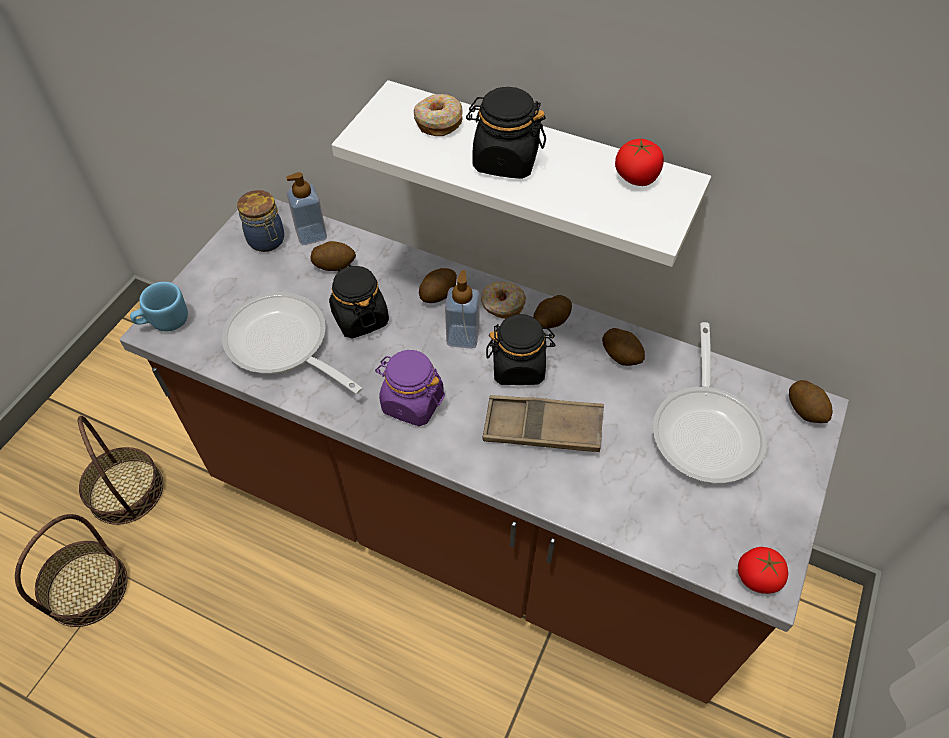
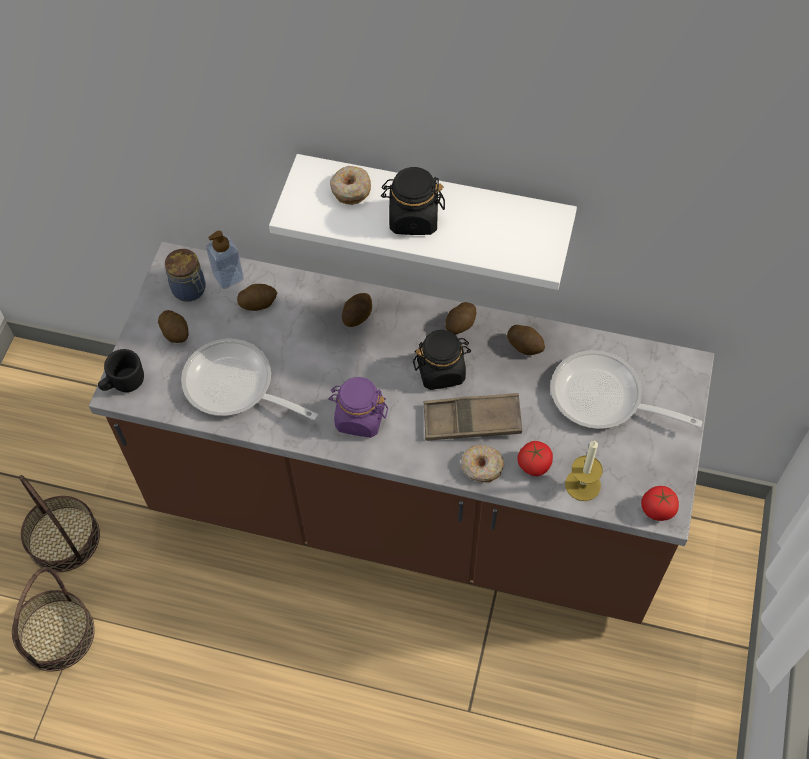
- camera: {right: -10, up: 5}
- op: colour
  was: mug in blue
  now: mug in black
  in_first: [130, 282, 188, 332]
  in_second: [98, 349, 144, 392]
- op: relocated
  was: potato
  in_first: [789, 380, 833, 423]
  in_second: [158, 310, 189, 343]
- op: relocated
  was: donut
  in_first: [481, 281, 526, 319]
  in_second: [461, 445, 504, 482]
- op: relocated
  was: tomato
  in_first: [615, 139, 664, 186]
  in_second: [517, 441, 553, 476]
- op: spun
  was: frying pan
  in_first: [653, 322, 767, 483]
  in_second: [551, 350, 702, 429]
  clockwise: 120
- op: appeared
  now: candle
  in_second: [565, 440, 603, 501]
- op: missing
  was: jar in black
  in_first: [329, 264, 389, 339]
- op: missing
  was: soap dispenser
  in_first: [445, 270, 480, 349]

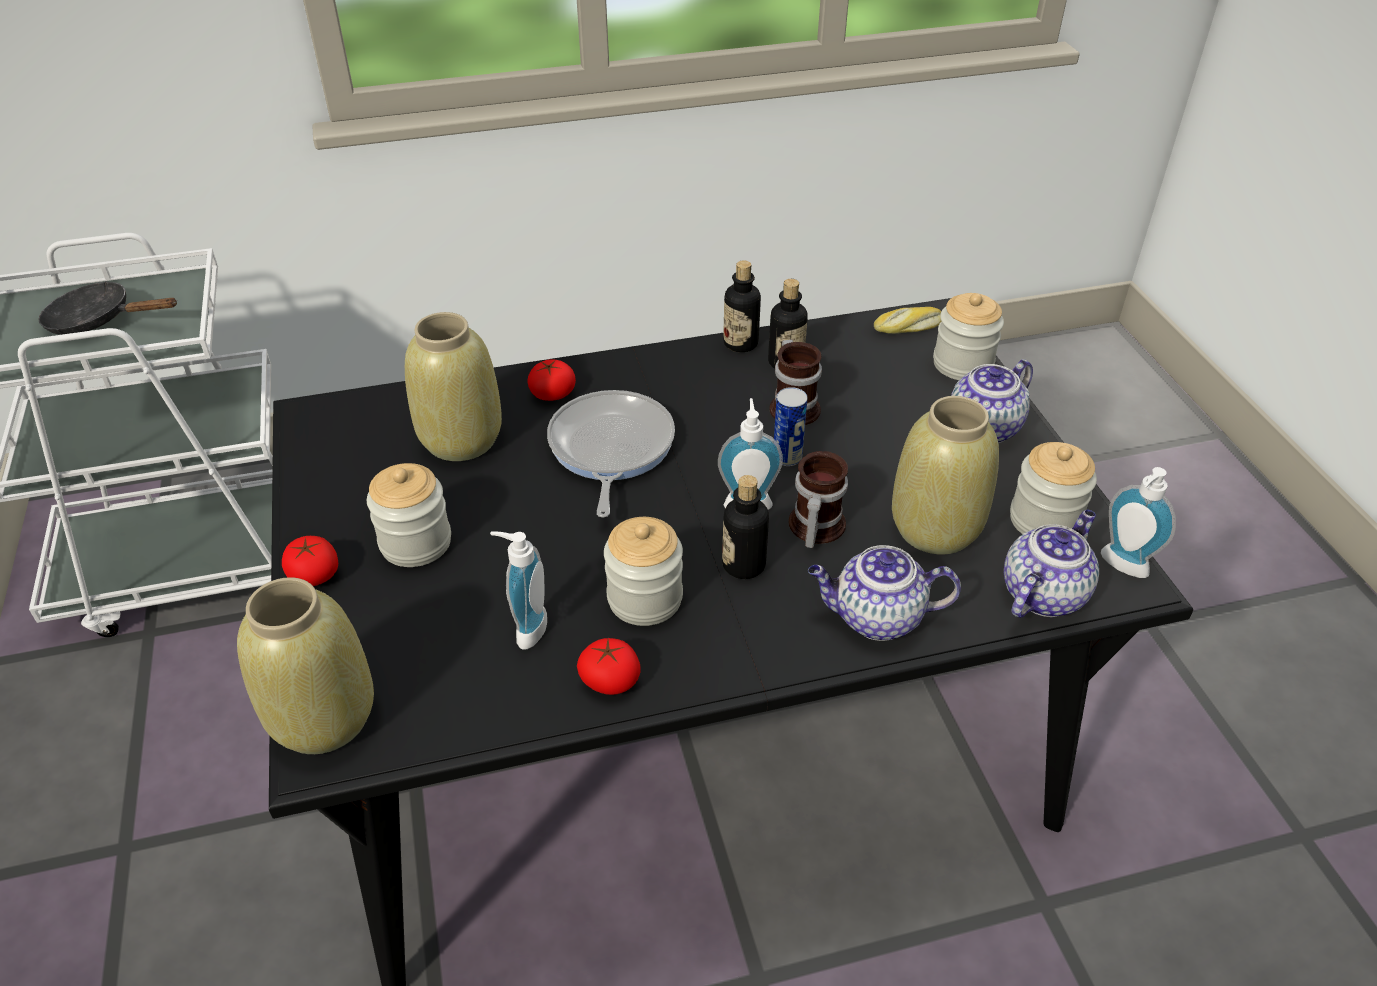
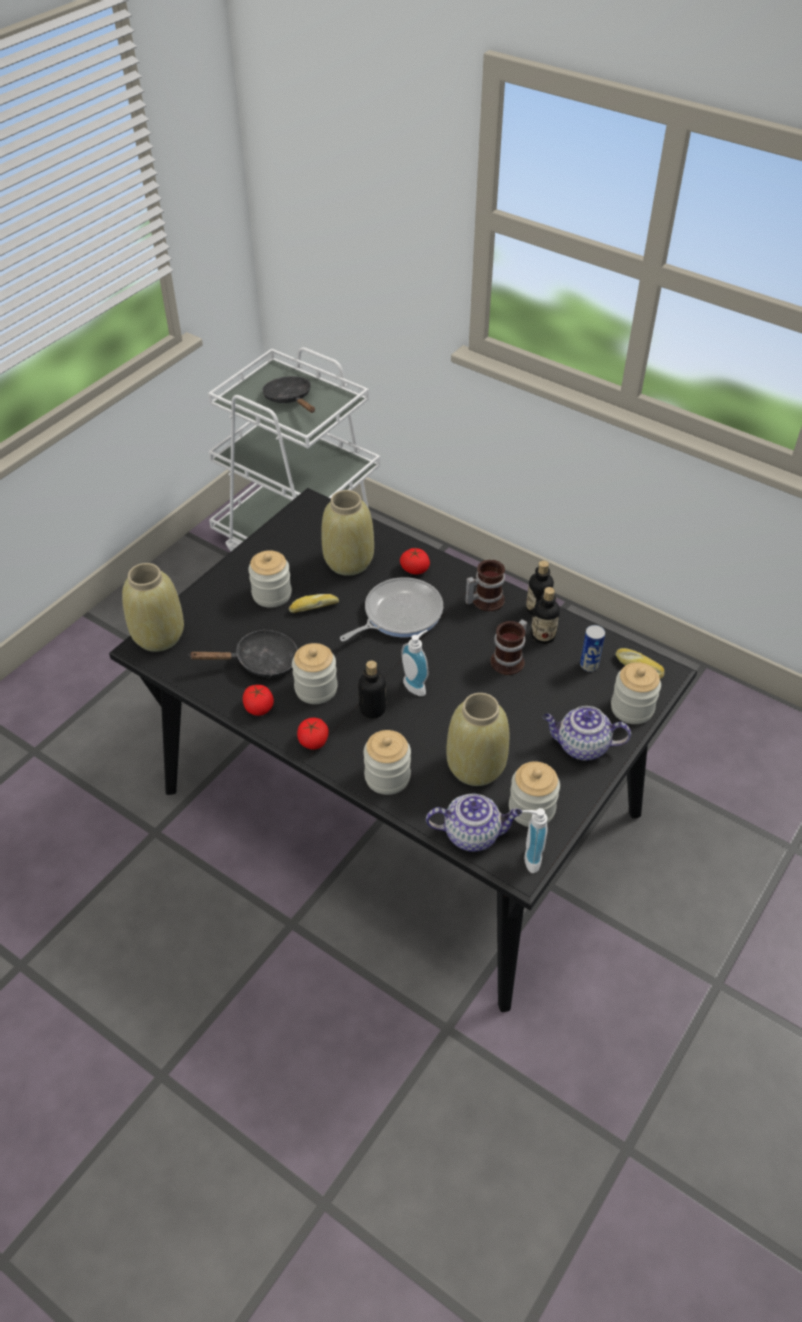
- camera: {right: 50, up: 5}
- op: exchanged
  was: soap dispenser
  now: frying pan in black
  in_first: [490, 531, 547, 650]
  in_second: [188, 629, 298, 677]
- op: appeared
  now: bread
  in_second: [289, 594, 339, 613]
- op: relocated
  was: tomato
  in_first: [282, 536, 338, 586]
  in_second: [297, 718, 329, 750]
- op: exchanged
  was: teapot
  now: jar
  in_first: [808, 545, 961, 641]
  in_second: [363, 730, 411, 795]
- op: relocated
  was: mug
  in_first: [788, 451, 848, 548]
  in_second: [466, 560, 505, 611]
- op: relocated
  was: can
  in_first: [774, 387, 808, 466]
  in_second: [580, 625, 605, 672]

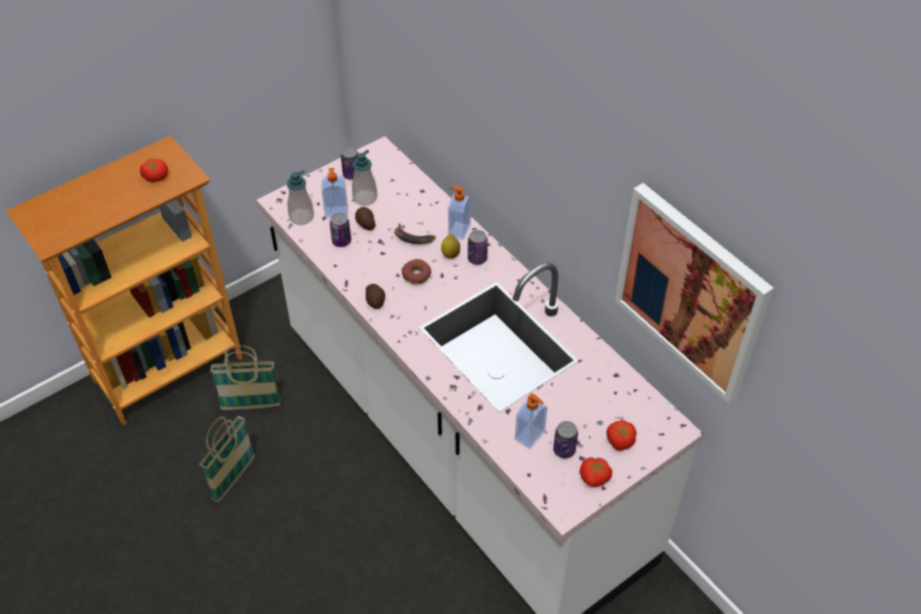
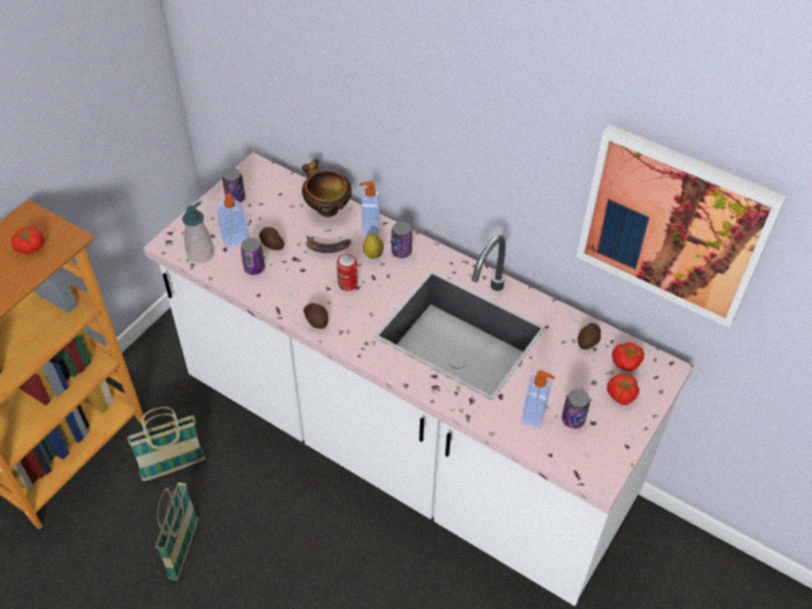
- camera: {right: -20, up: 0}
- op: appeared
  now: bowl
  in_second: [302, 160, 352, 217]
- op: exchanged
  was: donut
  now: can
  in_first: [402, 259, 431, 284]
  in_second: [337, 254, 358, 291]
- op: appeared
  now: potato
  in_second: [578, 323, 601, 350]
- op: relocated
  was: tomato
  in_first: [580, 457, 612, 487]
  in_second: [612, 342, 644, 371]
- op: missing
  was: soap dispenser
  in_first: [352, 150, 377, 206]

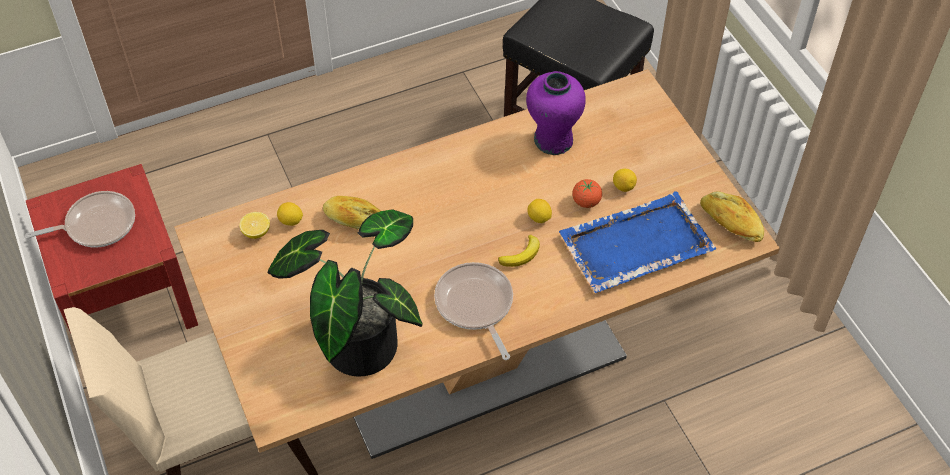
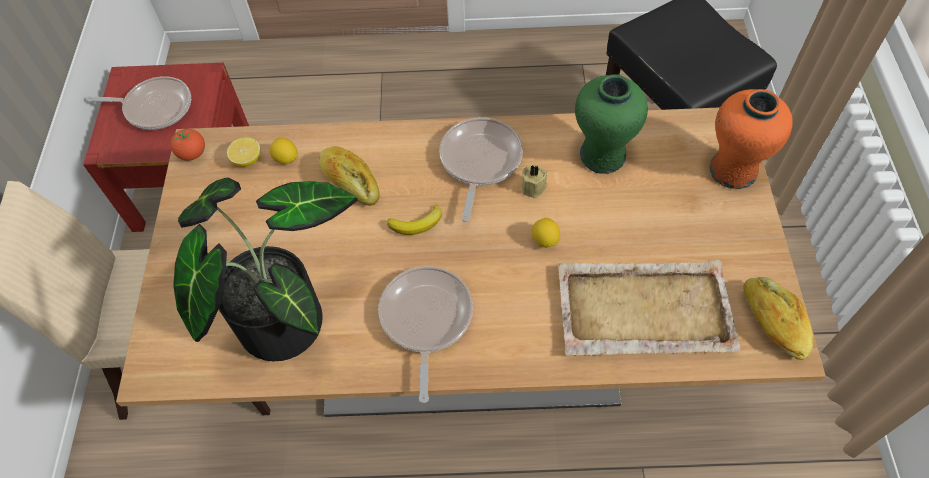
- camera: {right: 25, up: 5}
- op: relocated
  was: tomato
  in_first: [572, 179, 602, 208]
  in_second: [170, 129, 205, 161]
- op: relocated
  was: banana
  in_first: [498, 235, 540, 267]
  in_second: [387, 205, 442, 235]
- op: appeared
  now: frying pan
  in_second: [439, 117, 523, 222]
- op: appeared
  now: candle in beige
  in_second: [522, 165, 548, 198]
- op: colour
  was: tray in blue
  now: tray in beige
  in_first: [559, 191, 716, 293]
  in_second: [558, 260, 741, 356]
- op: colour
  was: vase in purple
  now: vase in green
  in_first: [526, 71, 586, 155]
  in_second: [575, 74, 648, 174]
- op: appeared
  now: vase in orange
  in_second: [710, 89, 793, 189]
- op: missing
  was: lemon
  in_first: [613, 169, 637, 192]

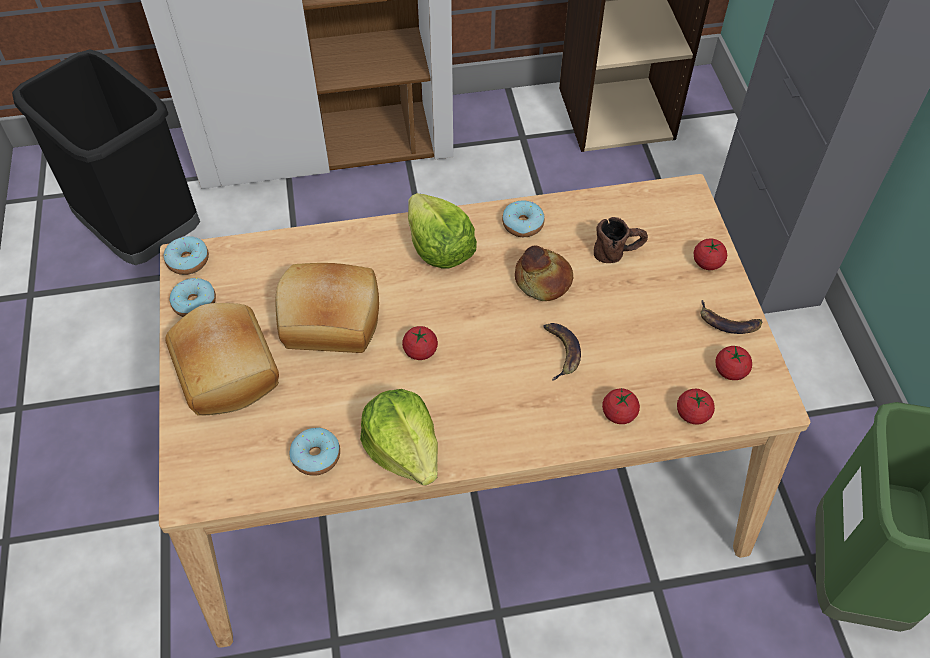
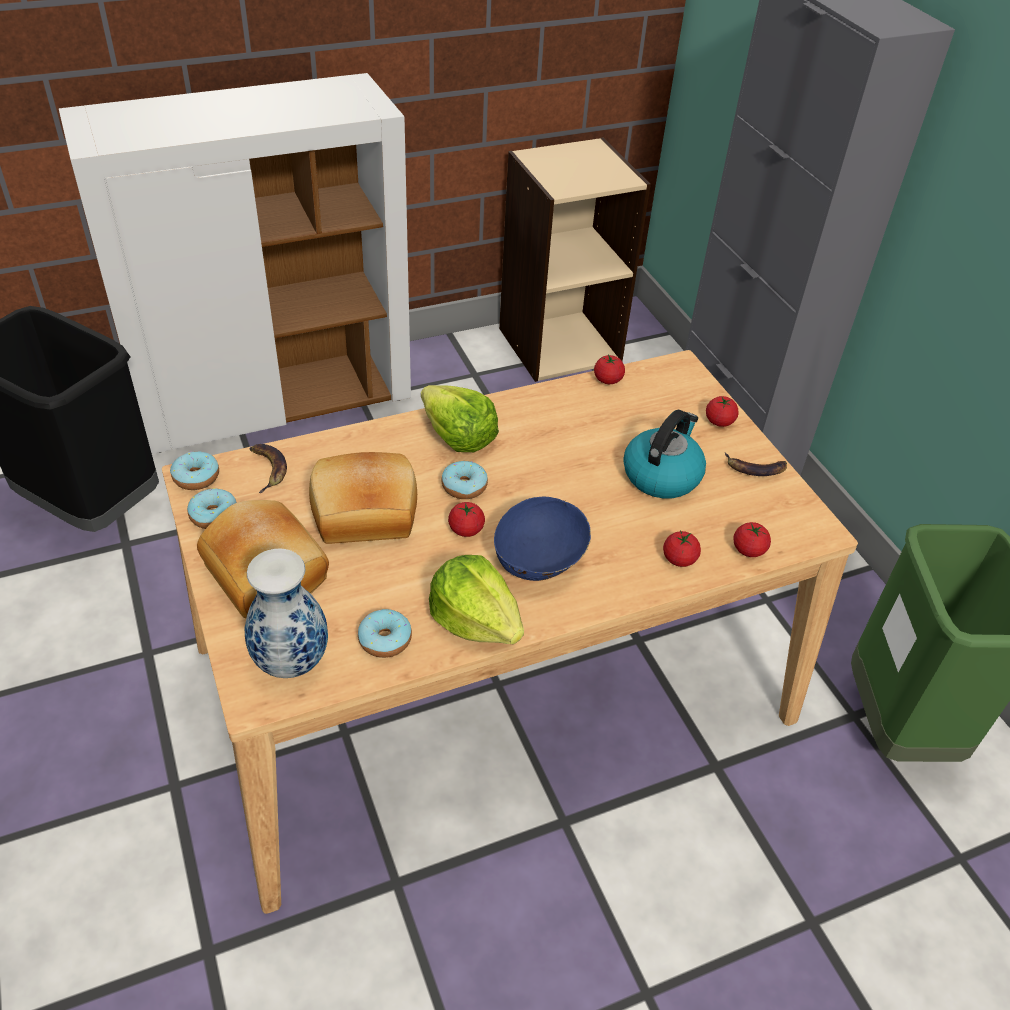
- camera: {right: -15, up: -10}
- op: appeared
  now: vase
  in_second: [245, 549, 328, 678]
- op: relocated
  was: banana
  in_first: [544, 323, 581, 380]
  in_second: [250, 444, 287, 493]
- op: relocated
  was: donut
  in_first: [502, 201, 545, 237]
  in_second: [442, 461, 488, 499]
- op: appeared
  now: bowl in blue
  in_second: [494, 497, 591, 581]
- op: relocated
  was: tomato
  in_first: [716, 346, 752, 380]
  in_second: [594, 354, 625, 384]
- op: appeared
  now: kettle
  in_second: [623, 410, 706, 498]
- op: missing
  was: bread
  in_first: [515, 246, 573, 301]
- op: missing
  was: mug in brown
  in_first: [594, 217, 648, 263]

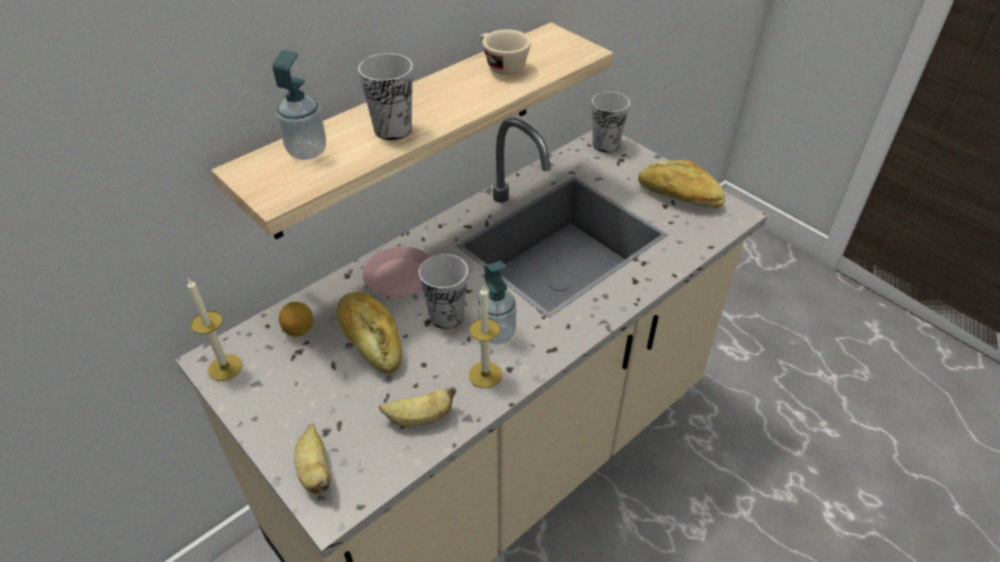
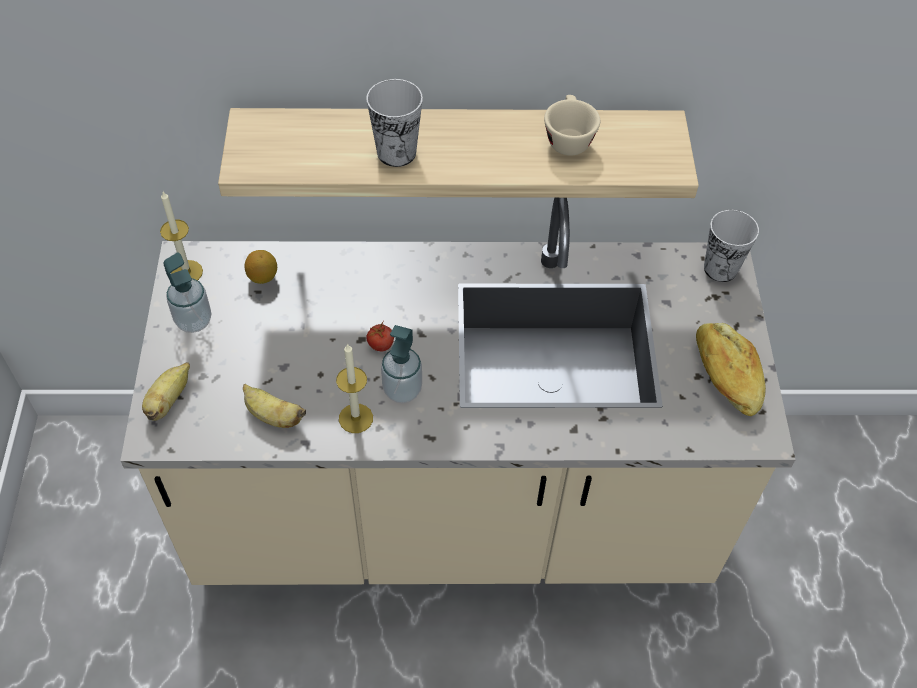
- camera: {right: 40, up: 10}
- op: relocated
  was: soap dispenser
  in_first: [273, 50, 326, 160]
  in_second: [163, 253, 211, 333]
- op: exchanged
  was: cup
  now: tomato
  in_first: [419, 254, 468, 329]
  in_second: [366, 320, 394, 351]
- op: missing
  was: bread
  in_first: [336, 292, 402, 373]
- op: missing
  was: plate in pink
  in_first: [363, 246, 430, 297]

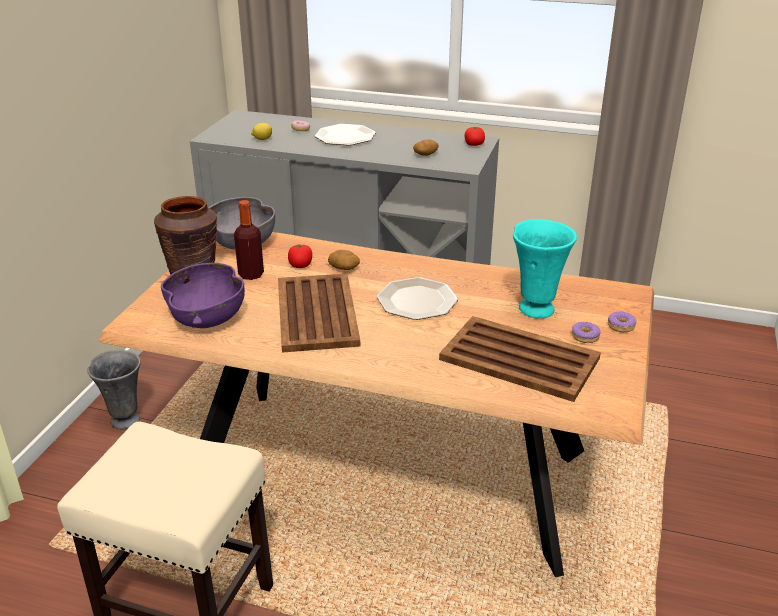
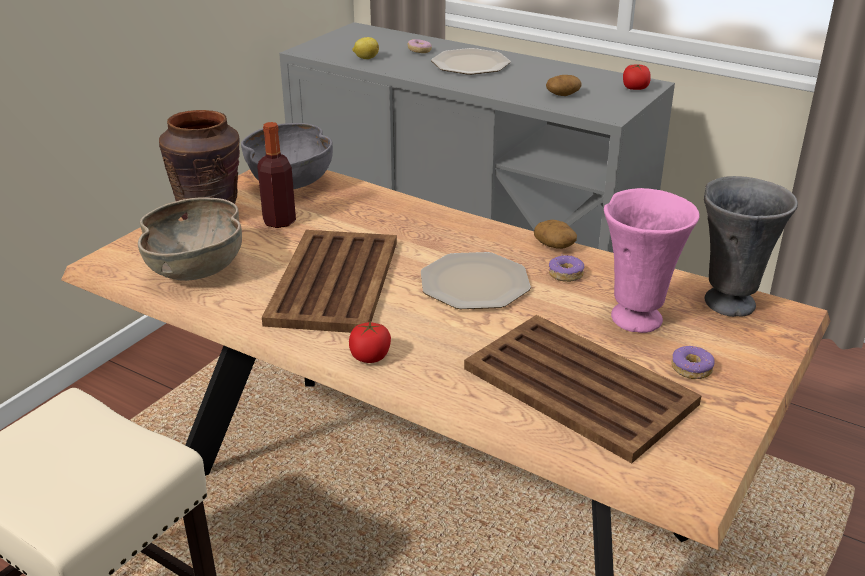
- camera: {right: 15, up: 0}
- op: colour
  was: bowl in purple
  now: bowl in brown
  in_first: [161, 263, 245, 328]
  in_second: [138, 197, 242, 281]
- op: relocated
  was: tomato
  in_first: [288, 244, 312, 268]
  in_second: [349, 321, 391, 363]
- op: relocated
  was: potato
  in_first: [328, 250, 360, 270]
  in_second: [534, 220, 577, 249]
- op: relocated
  was: donut
  in_first: [608, 311, 637, 332]
  in_second: [549, 254, 585, 282]
- op: colour
  was: vase in turquoise
  now: vase in pink
  in_first: [513, 219, 577, 319]
  in_second: [604, 188, 699, 333]
- op: relocated
  was: vase in grey
  in_first: [87, 350, 141, 430]
  in_second: [704, 176, 798, 317]

